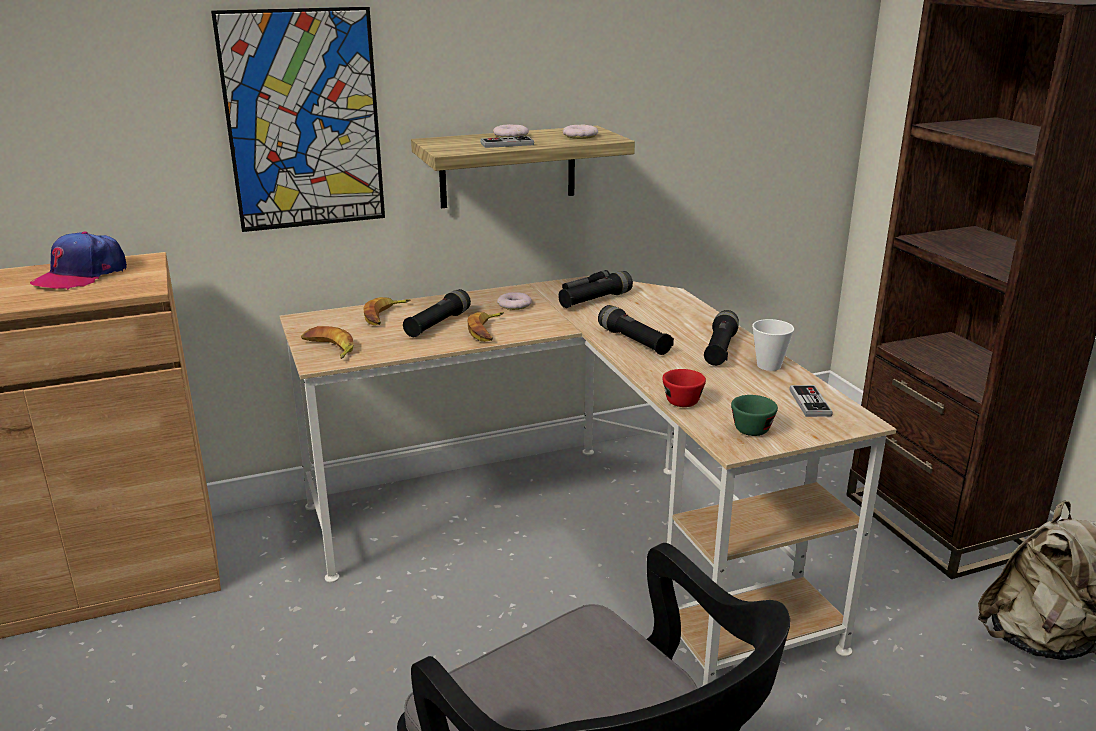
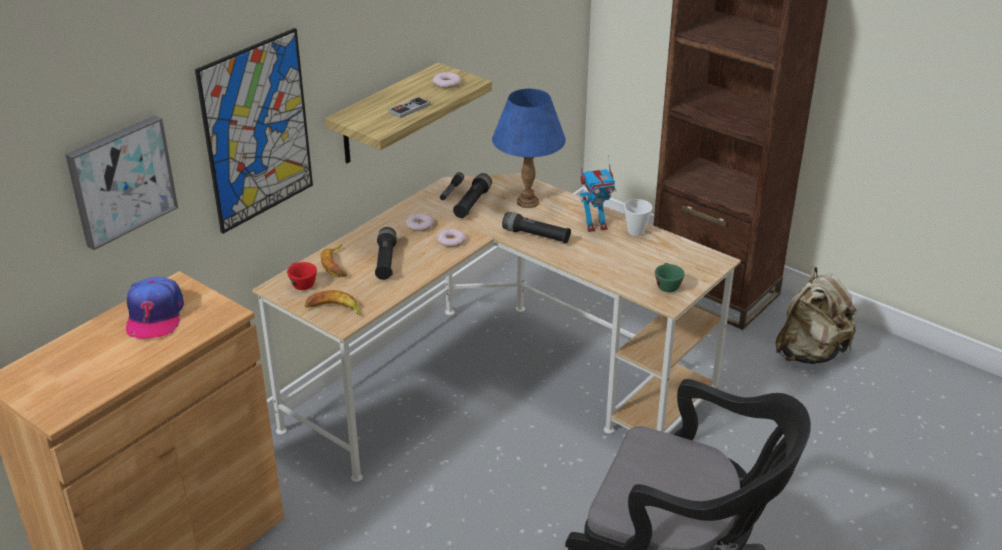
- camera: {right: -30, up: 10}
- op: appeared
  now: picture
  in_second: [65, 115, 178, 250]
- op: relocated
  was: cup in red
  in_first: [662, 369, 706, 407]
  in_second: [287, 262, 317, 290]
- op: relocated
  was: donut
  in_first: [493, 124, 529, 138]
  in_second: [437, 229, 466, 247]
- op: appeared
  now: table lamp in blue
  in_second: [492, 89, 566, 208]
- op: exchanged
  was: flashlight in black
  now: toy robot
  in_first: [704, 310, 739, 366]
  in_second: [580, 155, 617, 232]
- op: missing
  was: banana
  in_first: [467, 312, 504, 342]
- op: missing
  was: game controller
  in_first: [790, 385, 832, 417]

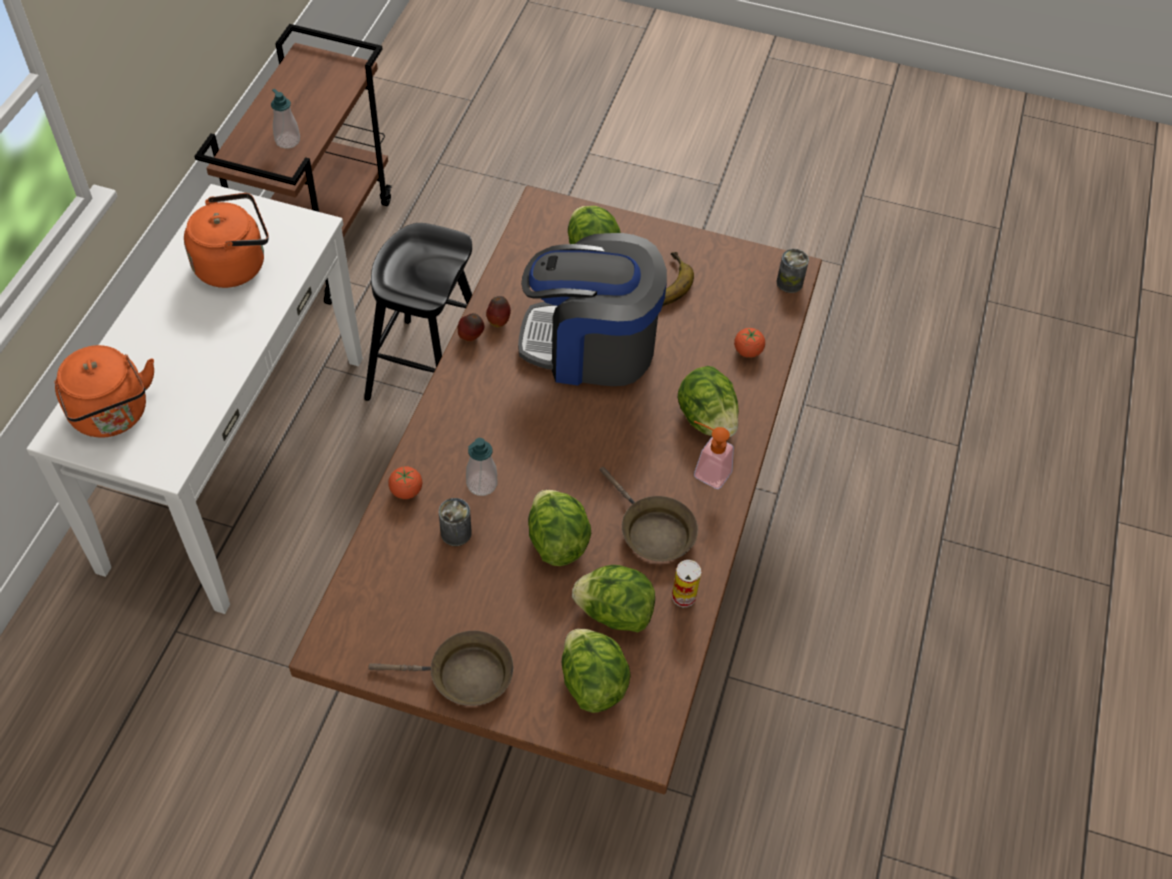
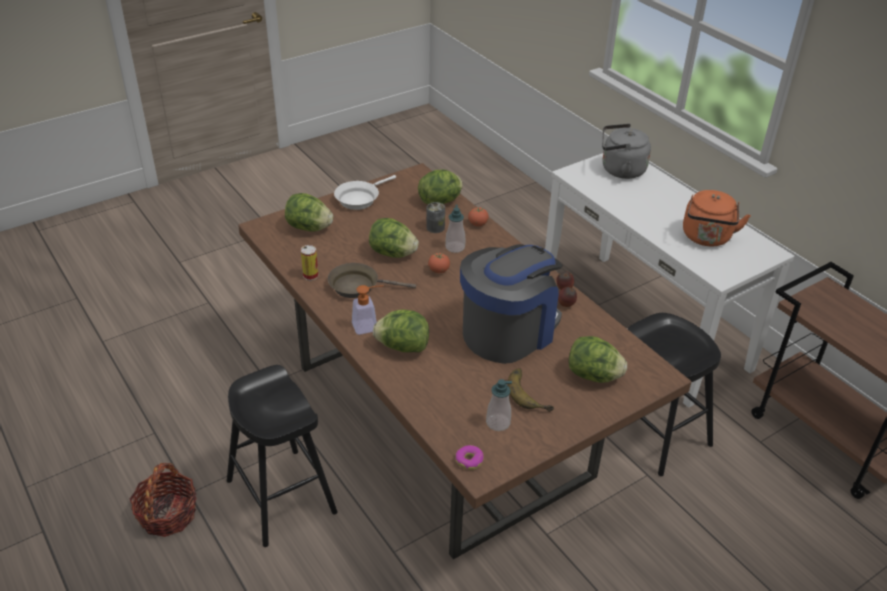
- camera: {right: 130, up: -15}
- op: appeared
  now: basket
  in_second: [130, 463, 197, 537]
- op: appeared
  now: stool in black
  in_second: [227, 365, 338, 547]
- op: colour
  was: frying pan in brown
  now: frying pan in white
  in_first: [369, 631, 513, 706]
  in_second: [334, 175, 396, 210]
- op: relocated
  was: lettuce
  in_first: [572, 565, 655, 632]
  in_second: [418, 170, 463, 205]
- op: relocated
  was: tomato
  in_first: [734, 328, 765, 358]
  in_second: [428, 253, 450, 273]
- op: exchanged
  was: can
  now: donut
  in_first: [777, 249, 809, 293]
  in_second: [455, 445, 484, 470]
- op: relocated
  was: soap dispenser
  in_first: [271, 89, 300, 149]
  in_second: [486, 379, 512, 431]
- op: colour
  was: kettle in orange
  now: kettle in grey
  in_first: [54, 345, 154, 438]
  in_second: [602, 124, 651, 179]

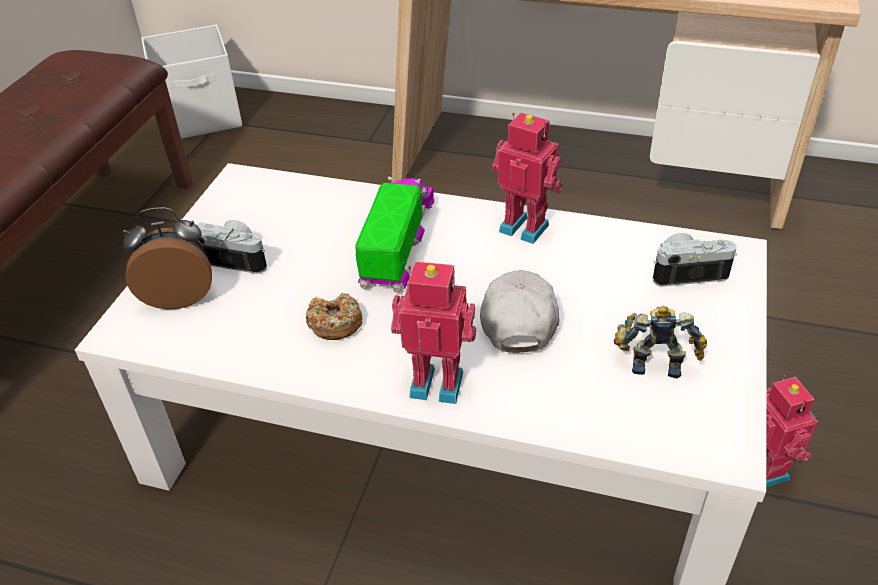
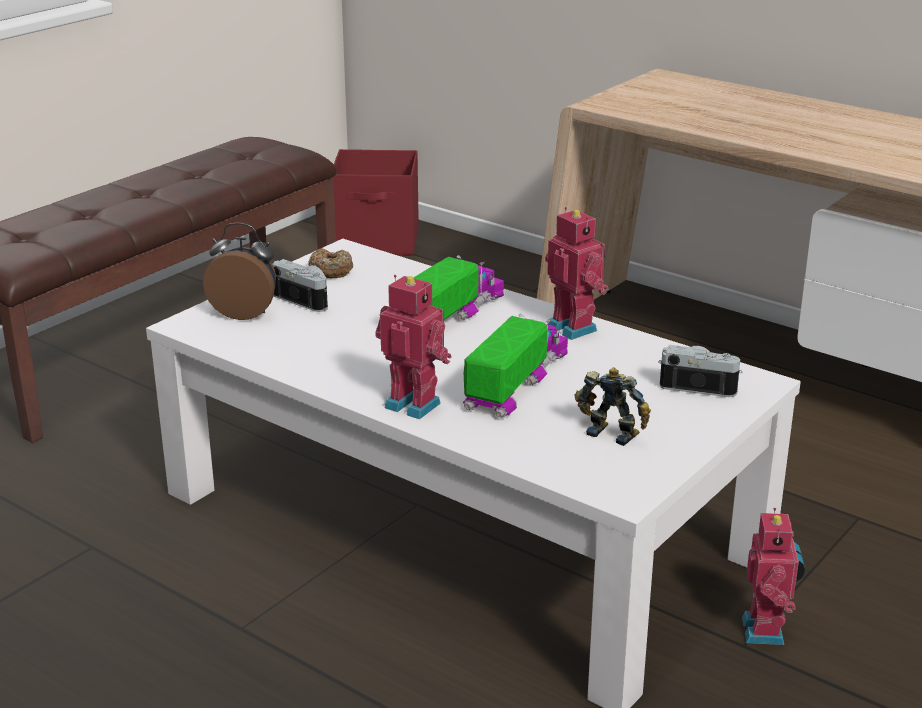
- camera: {right: 20, up: -15}
- op: relocated
  was: donut
  in_first: [306, 293, 363, 340]
  in_second: [308, 248, 353, 278]
- op: colour
  was: storage box in white
  now: storage box in red
  in_first: [141, 25, 242, 139]
  in_second: [333, 149, 419, 256]
- op: exchanged
  was: cap in white
  now: toy truck
  in_first: [480, 270, 559, 353]
  in_second: [463, 313, 568, 418]

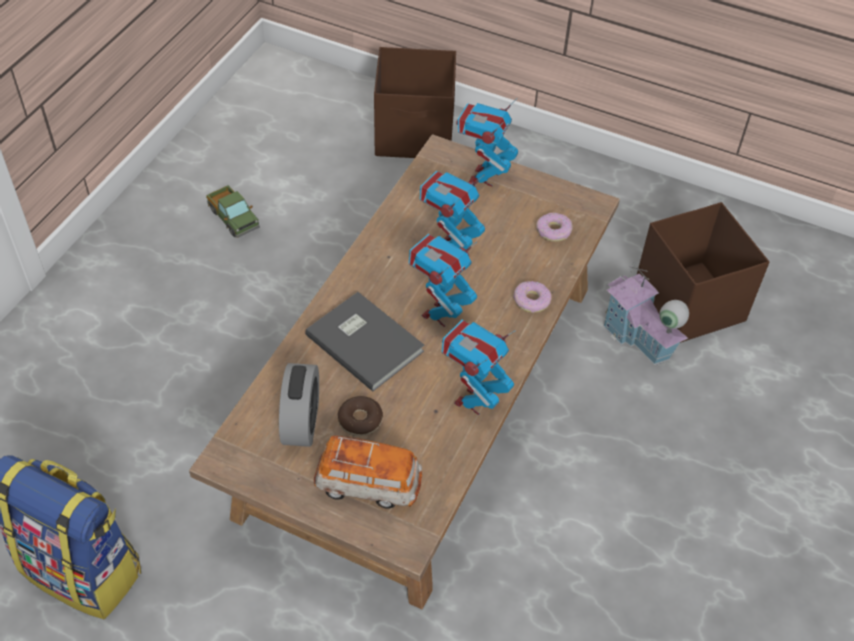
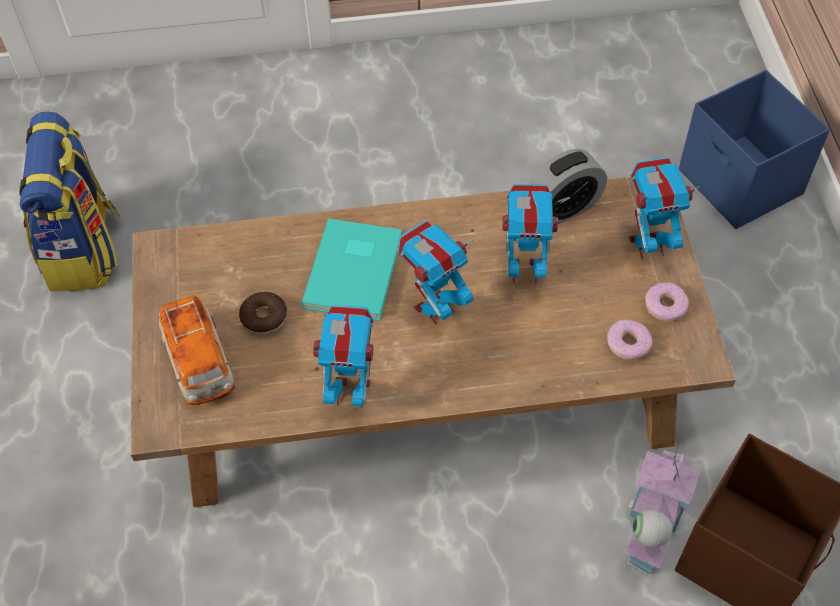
- camera: {right: 60, up: 5}
- op: colour
  was: book in grey
  now: book in turquoise
  in_first: [305, 292, 424, 392]
  in_second: [301, 219, 402, 321]
- op: spun
  was: toy robot
  in_first: [409, 234, 477, 327]
  in_second: [397, 220, 474, 325]
  clockwise: -45
- op: relocated
  was: alarm clock
  in_first: [279, 363, 319, 447]
  in_second: [528, 149, 607, 224]
- op: relocated
  was: donut
  in_first: [513, 281, 552, 313]
  in_second: [645, 283, 689, 322]
- op: colour
  was: storage box in brown
  now: storage box in blue
  in_first: [374, 47, 456, 158]
  in_second: [679, 70, 830, 229]
- op: missing
  was: toy truck
  in_first: [206, 185, 260, 238]

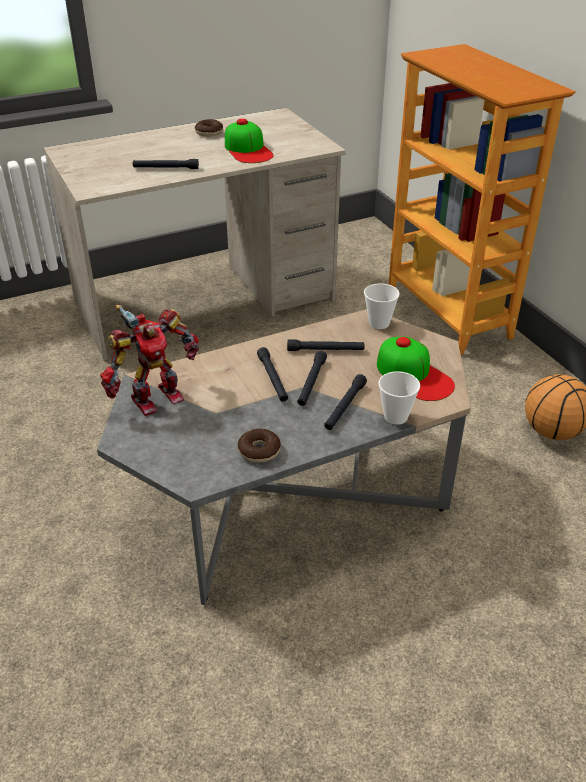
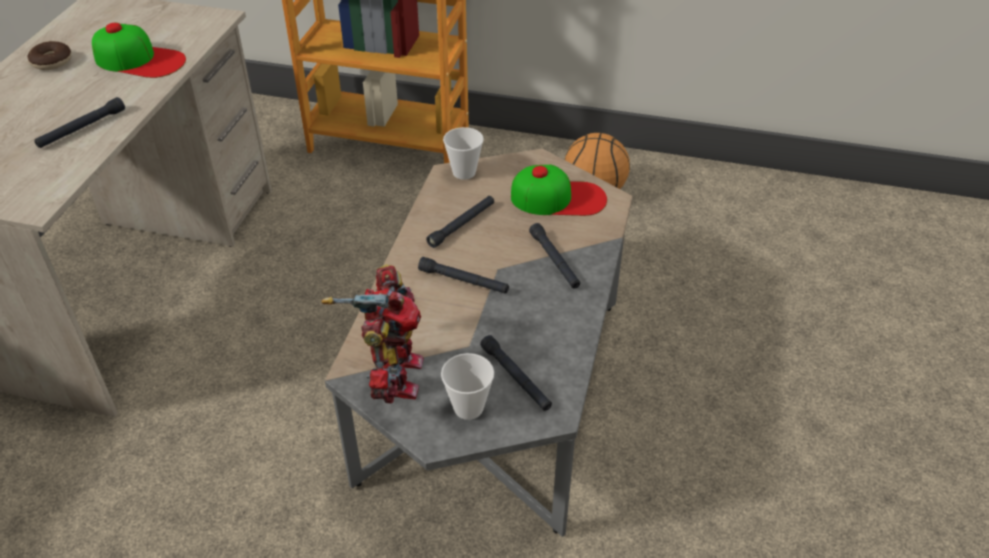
- camera: {right: -50, up: 5}
- op: relocated
  was: cup
  in_first: [378, 371, 420, 425]
  in_second: [441, 353, 494, 420]
- op: relocated
  was: flashlight in black
  in_first: [297, 351, 327, 406]
  in_second: [480, 335, 552, 411]
- op: missing
  was: donut
  in_first: [238, 429, 281, 463]

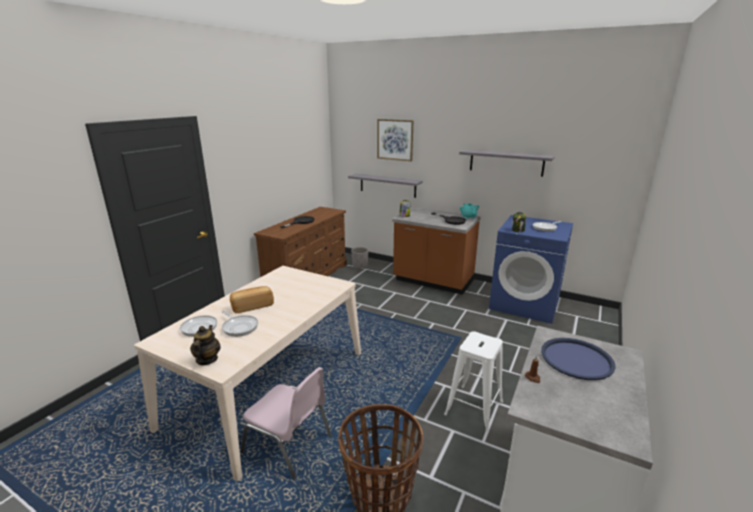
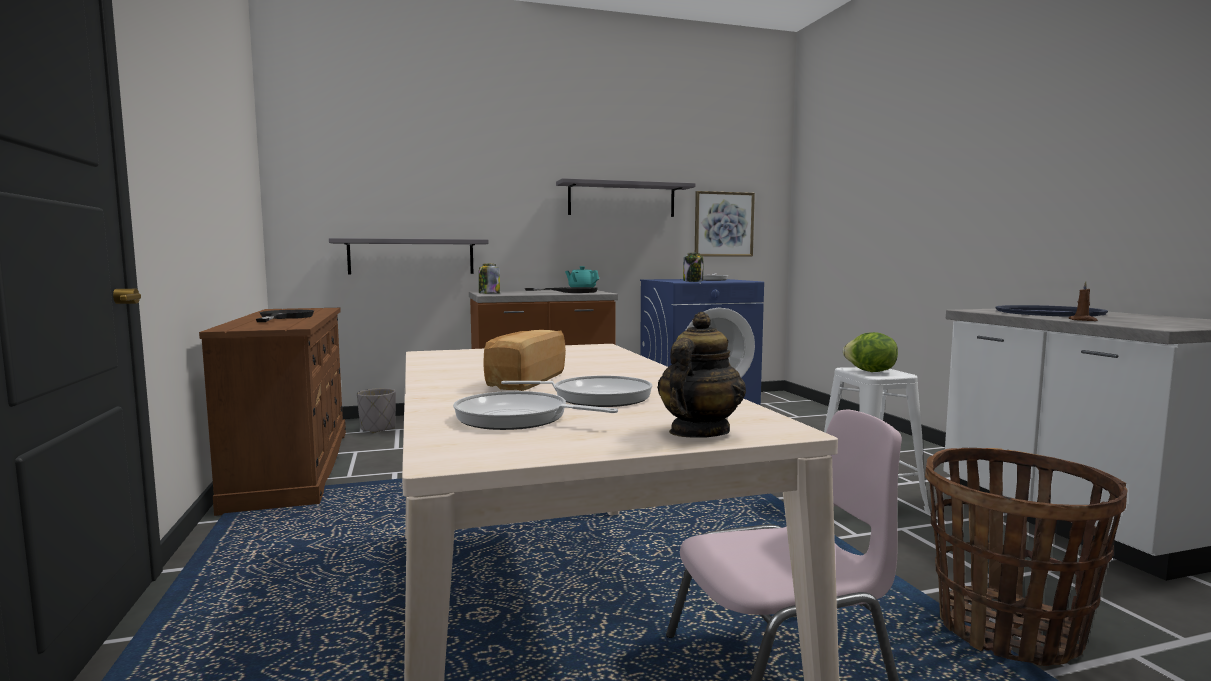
- camera: {right: -45, up: -15}
- op: spun
  was: teapot
  in_first: [190, 325, 221, 366]
  in_second: [657, 312, 746, 438]
  clockwise: 75
- op: relocated
  was: picture
  in_first: [377, 119, 414, 161]
  in_second: [695, 191, 755, 256]
- op: appeared
  now: lettuce
  in_second: [843, 332, 898, 372]

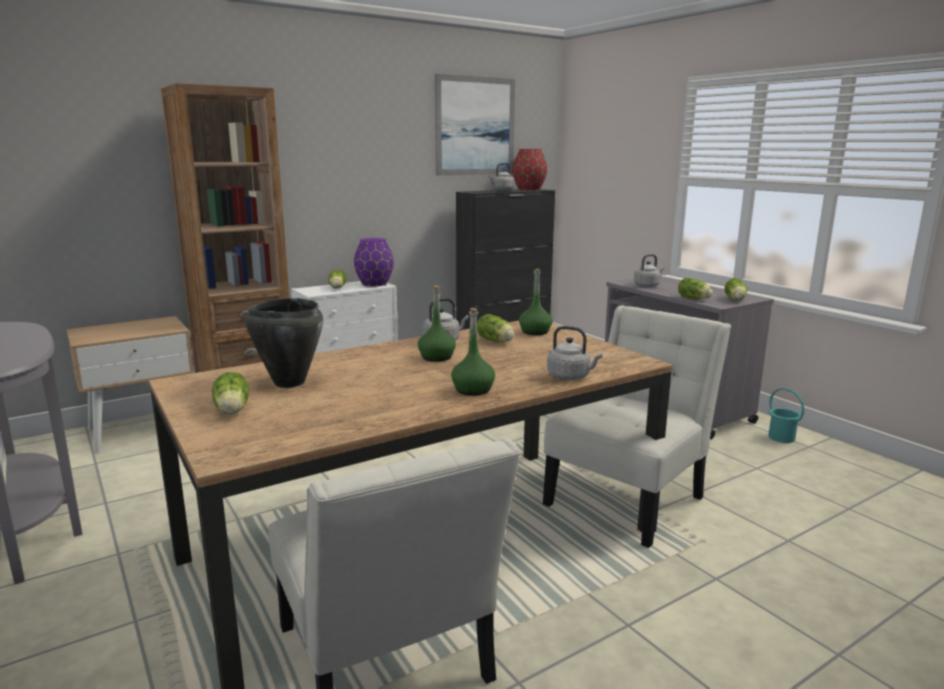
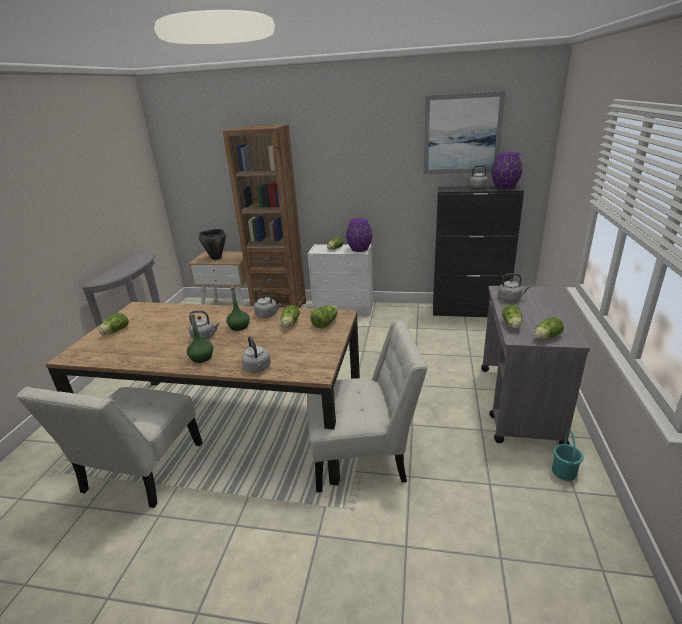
- camera: {right: 45, up: 10}
- op: appeared
  now: kettle in grey
  in_second: [189, 310, 219, 340]
- op: relocated
  was: cooking pot in black
  in_first: [245, 298, 323, 388]
  in_second: [199, 229, 226, 260]
- op: exchanged
  was: bottle in green
  now: lettuce
  in_first: [519, 269, 553, 335]
  in_second: [310, 305, 338, 329]
- op: colour
  was: vase in red
  now: vase in purple
  in_first: [513, 149, 547, 190]
  in_second: [492, 152, 522, 189]

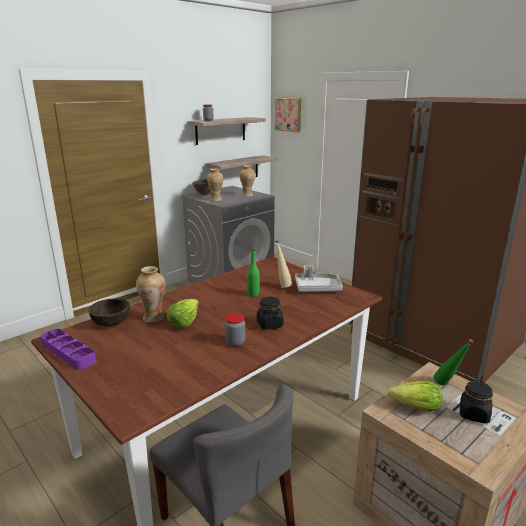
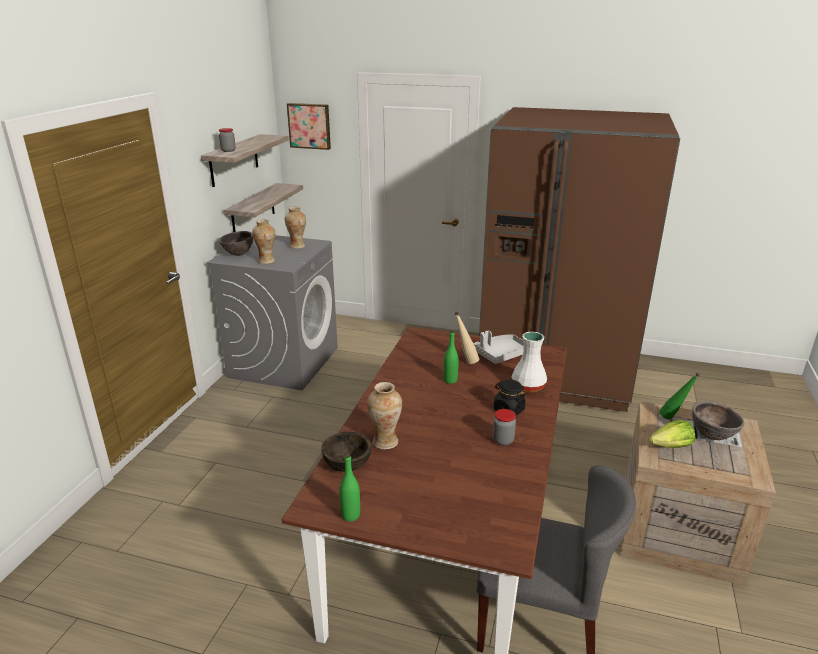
- camera: {right: -30, up: 5}
- op: exchanged
  was: tray in purple
  now: bottle in green
  in_first: [40, 329, 96, 370]
  in_second: [339, 453, 360, 521]
- op: appeared
  now: vase in white
  in_second: [512, 332, 547, 392]
- op: exchanged
  was: jar in black
  now: bowl in brown
  in_first: [460, 380, 493, 424]
  in_second: [692, 401, 744, 440]
- op: missing
  was: lettuce
  in_first: [167, 299, 199, 329]

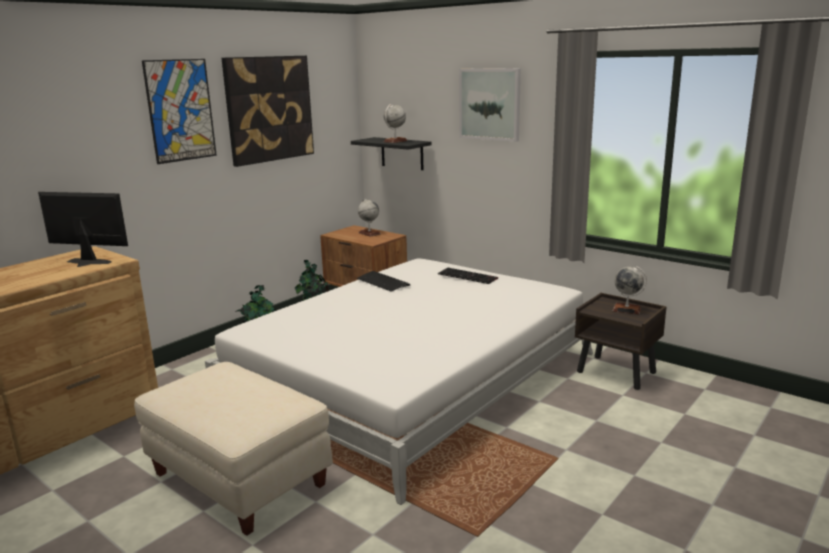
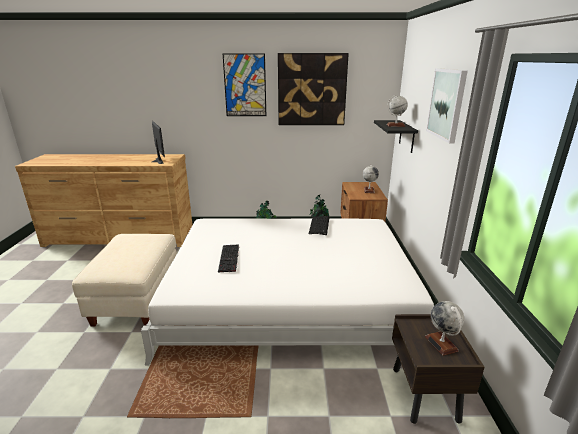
- camera: {right: 50, up: 5}
- op: relocated
  was: keyboard
  in_first: [438, 268, 498, 284]
  in_second: [218, 244, 239, 272]

